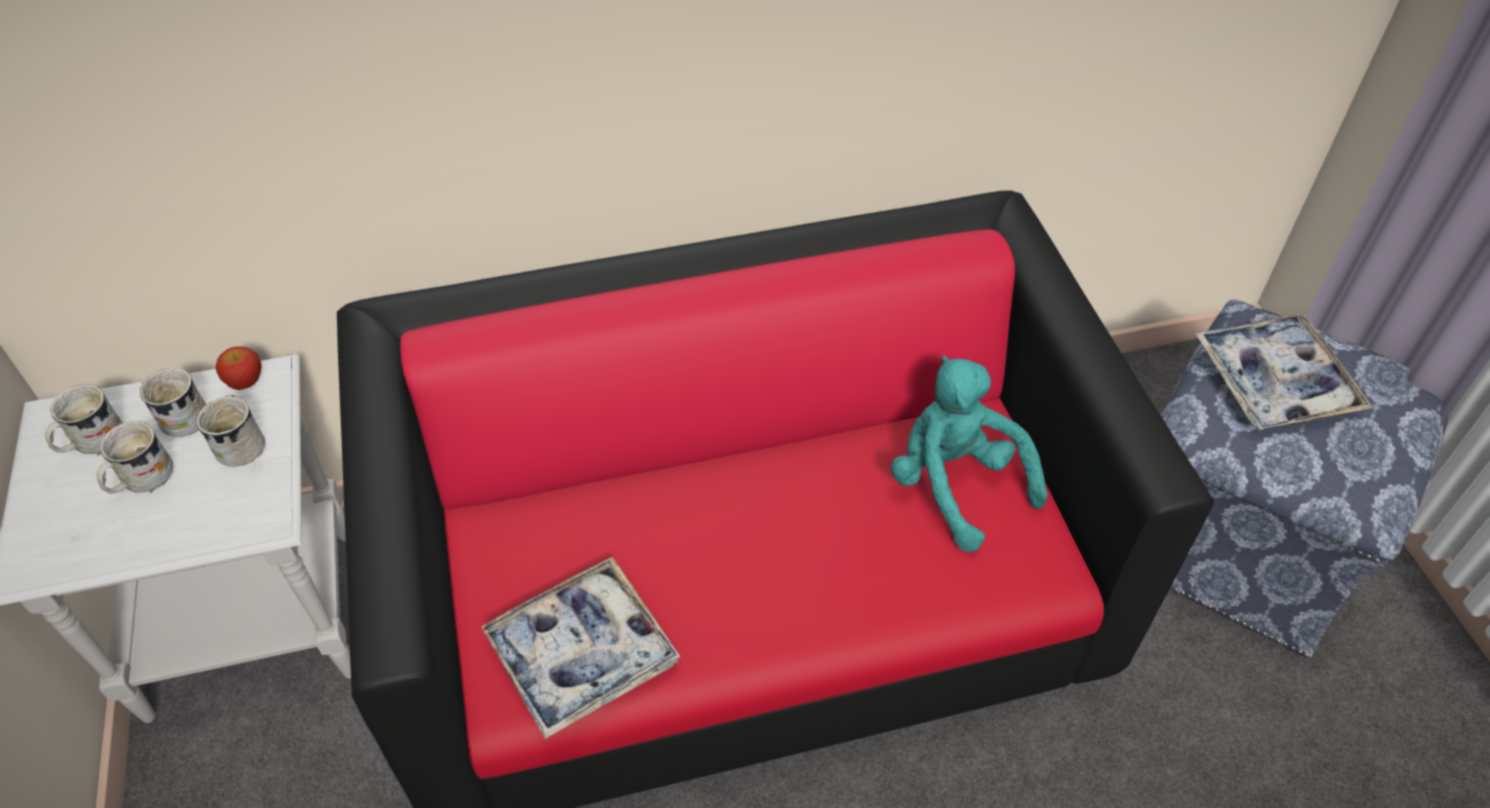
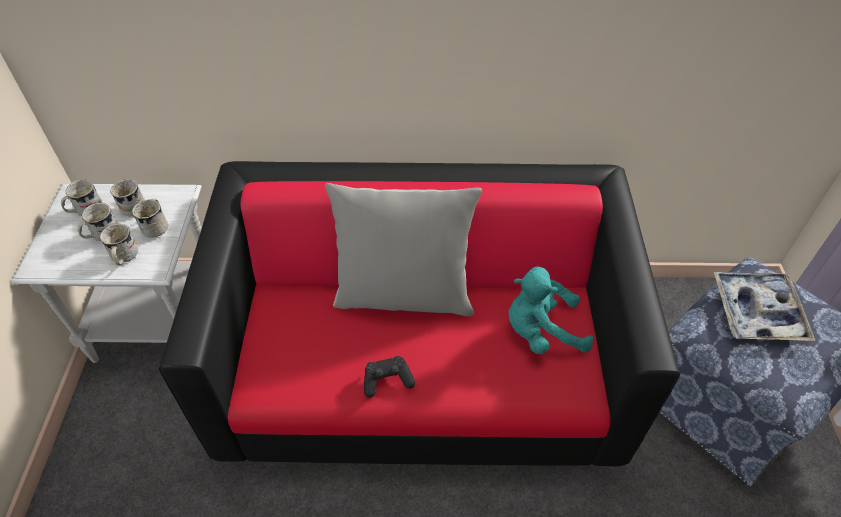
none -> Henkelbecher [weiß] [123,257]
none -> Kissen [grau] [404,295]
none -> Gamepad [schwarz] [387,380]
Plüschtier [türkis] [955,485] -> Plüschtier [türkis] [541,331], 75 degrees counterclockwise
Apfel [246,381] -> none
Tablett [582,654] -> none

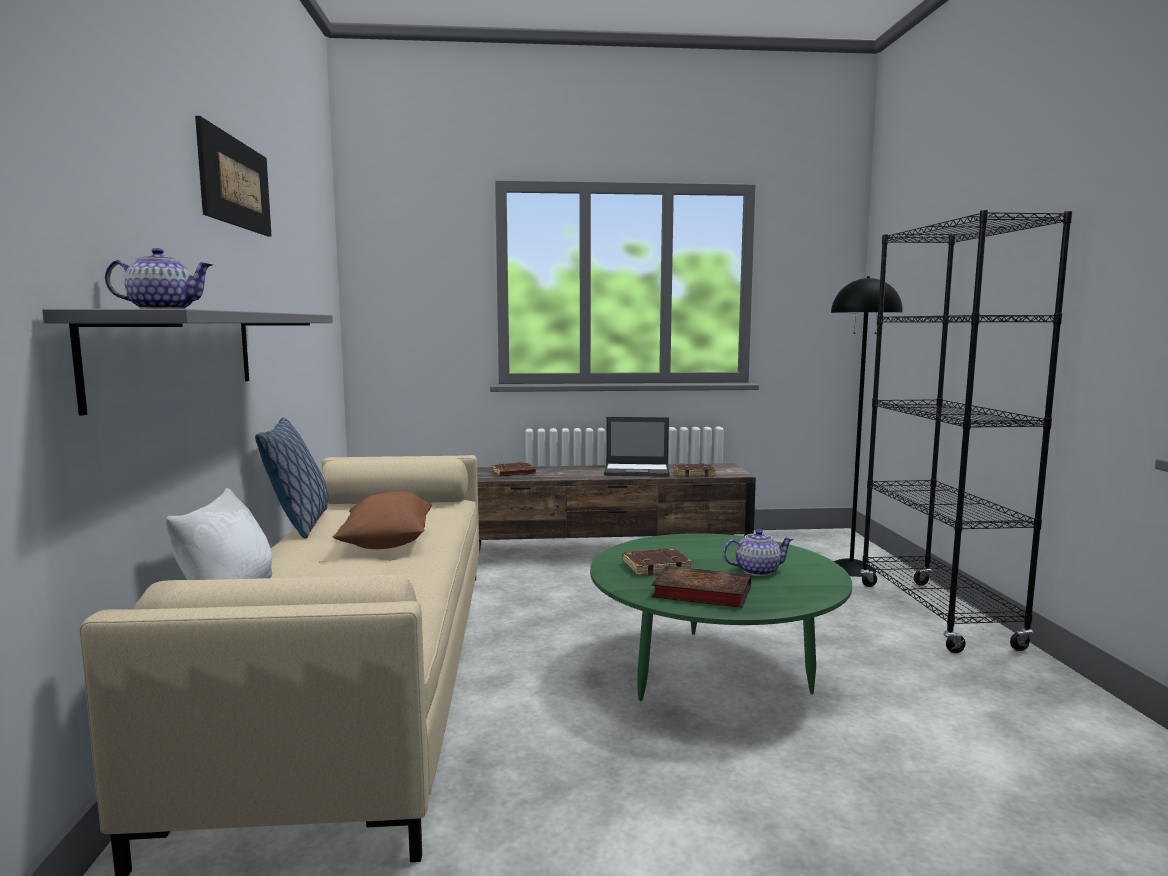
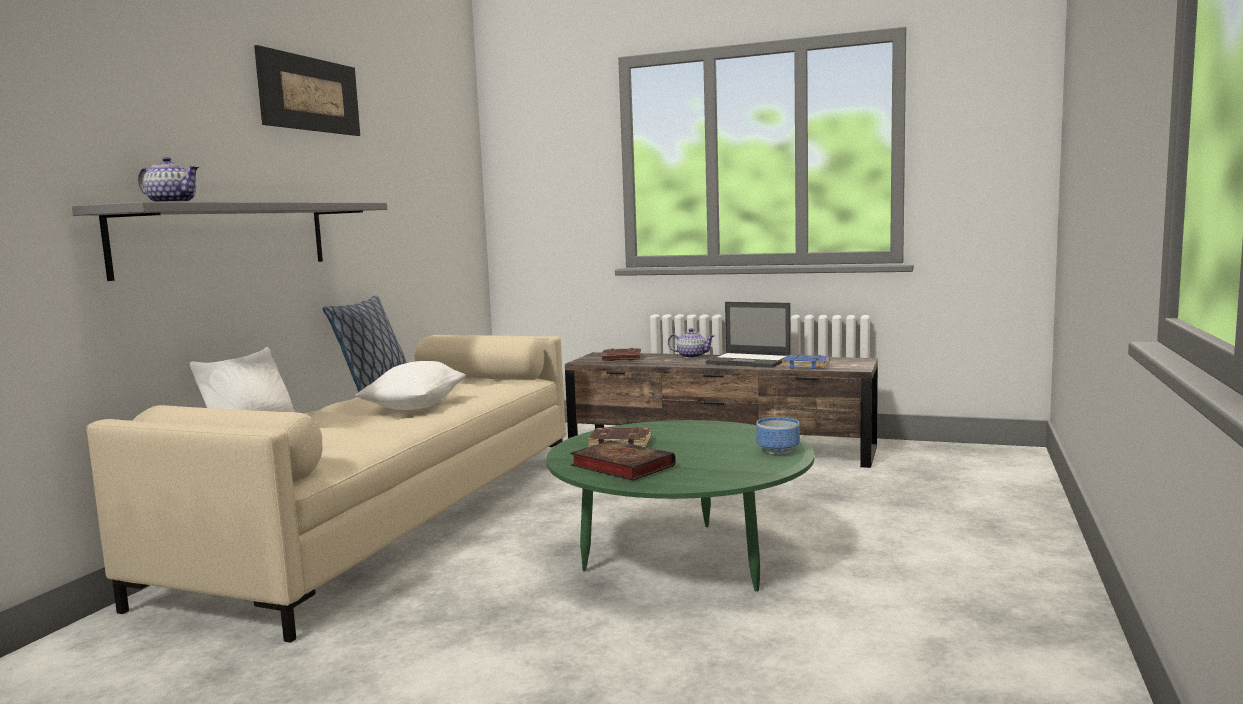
Kissen [braun] [386,544] -> Kissen [weiß] [414,407]
Teekanne [756,571] -> Teekanne [691,356], relocated
none -> Schüssel [779,450]
Buch [braun] [694,473] -> Buch [blau] [806,366]
Stehlampe [schwarz] [851,568] -> none
Bücherregal [schwarz] [936,615] -> none

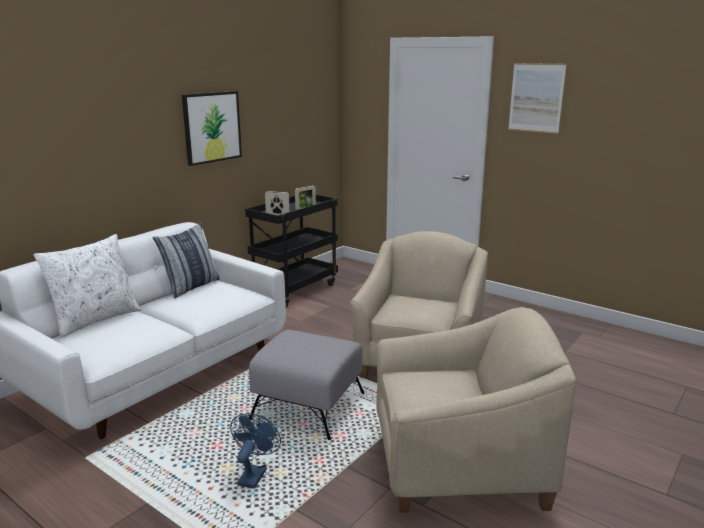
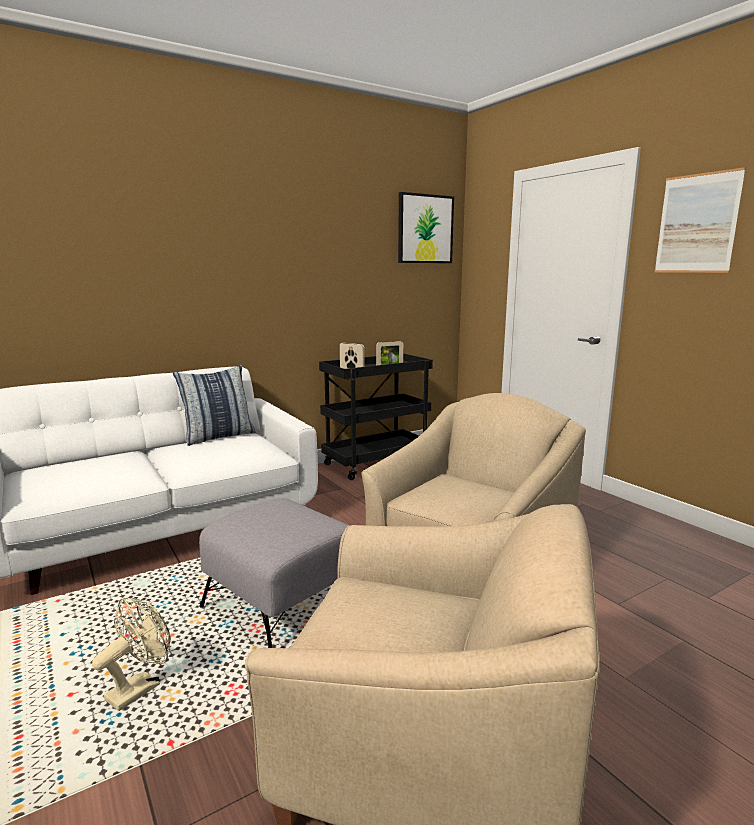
Ventilator [blau] [254,474] -> Ventilator [beige] [140,687]
Bild [212,127] -> Bild [425,229], relocated
Kissen [weiß] [95,320] -> none

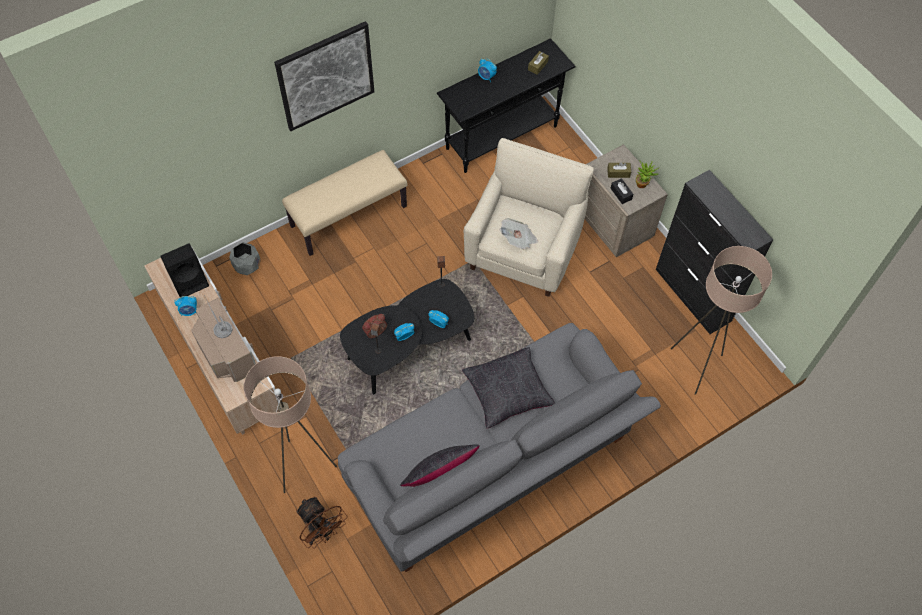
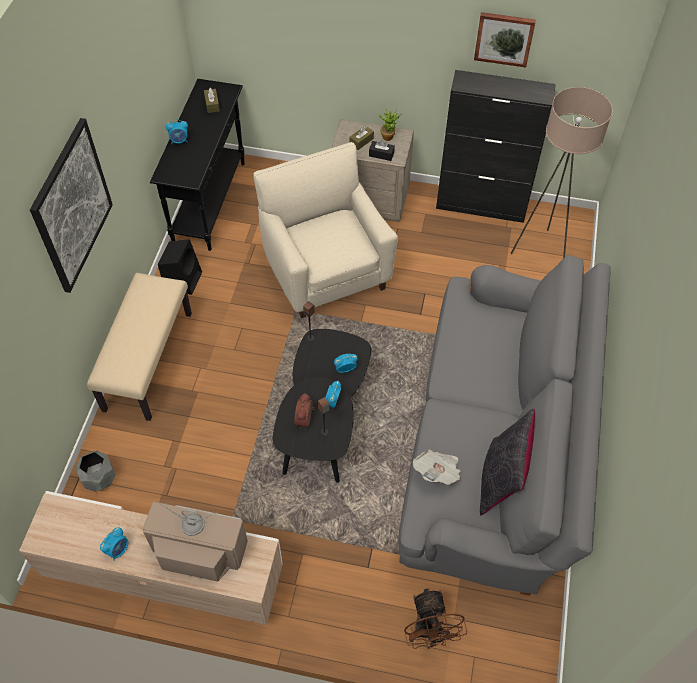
Lautsprecher [schwarz] [190,280] -> Lautsprecher [schwarz] [183,279], relocated
Ventilator [braun] [322,532] -> Ventilator [braun] [428,633], 75 degrees clockwise
Zeitung [518,239] -> Zeitung [437,472], relocated
none -> Bild [504,38]
Stehlampe [beige] [303,466] -> none
Kissen [schwarz] [507,392] -> none

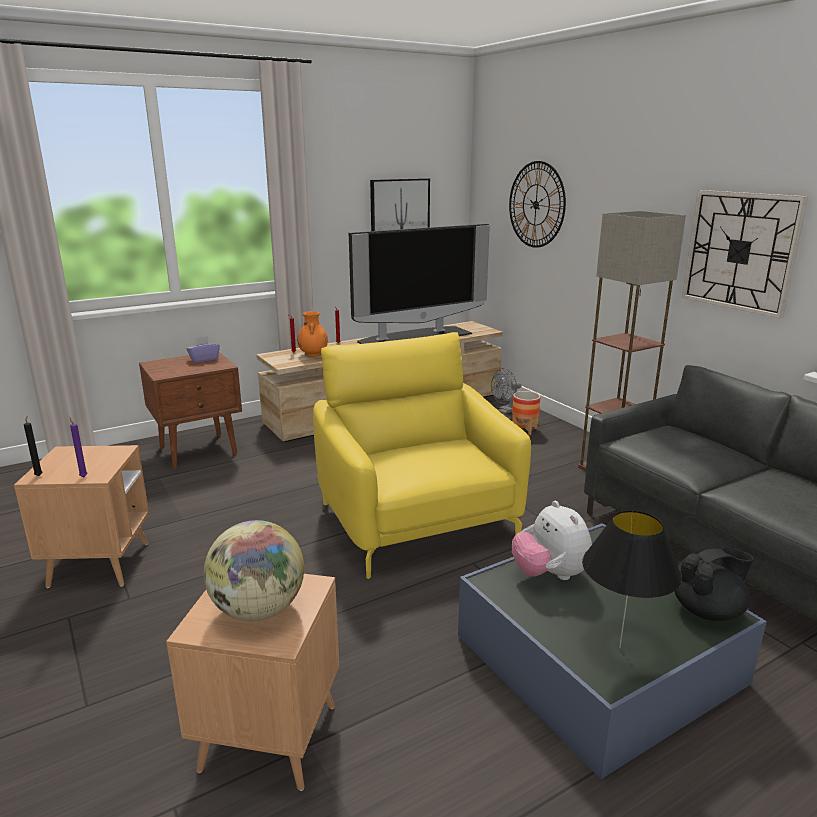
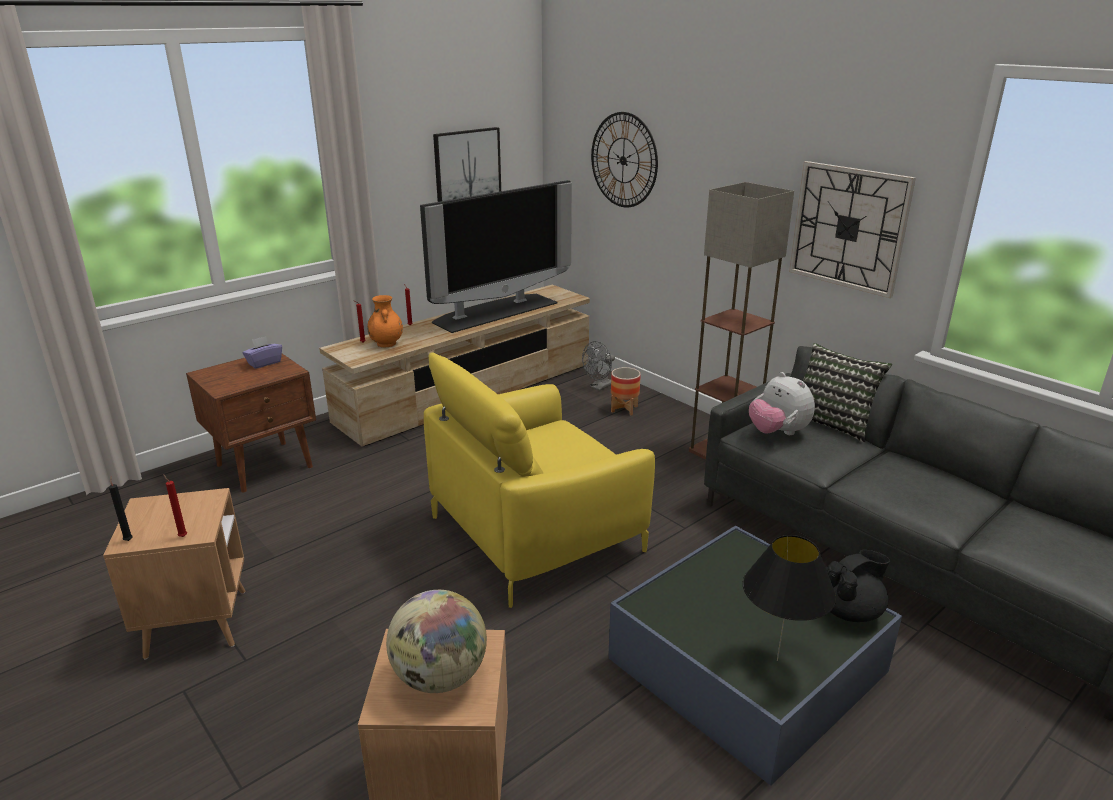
Kerze [lila] [83,476] -> Kerze [rot] [182,536]
Sessel [gelb] [417,522] -> Sessel [gelb] [536,533], 90 degrees counterclockwise
Plüschtier [549,574] -> Plüschtier [778,432], relocated
none -> Kissen [832,422]

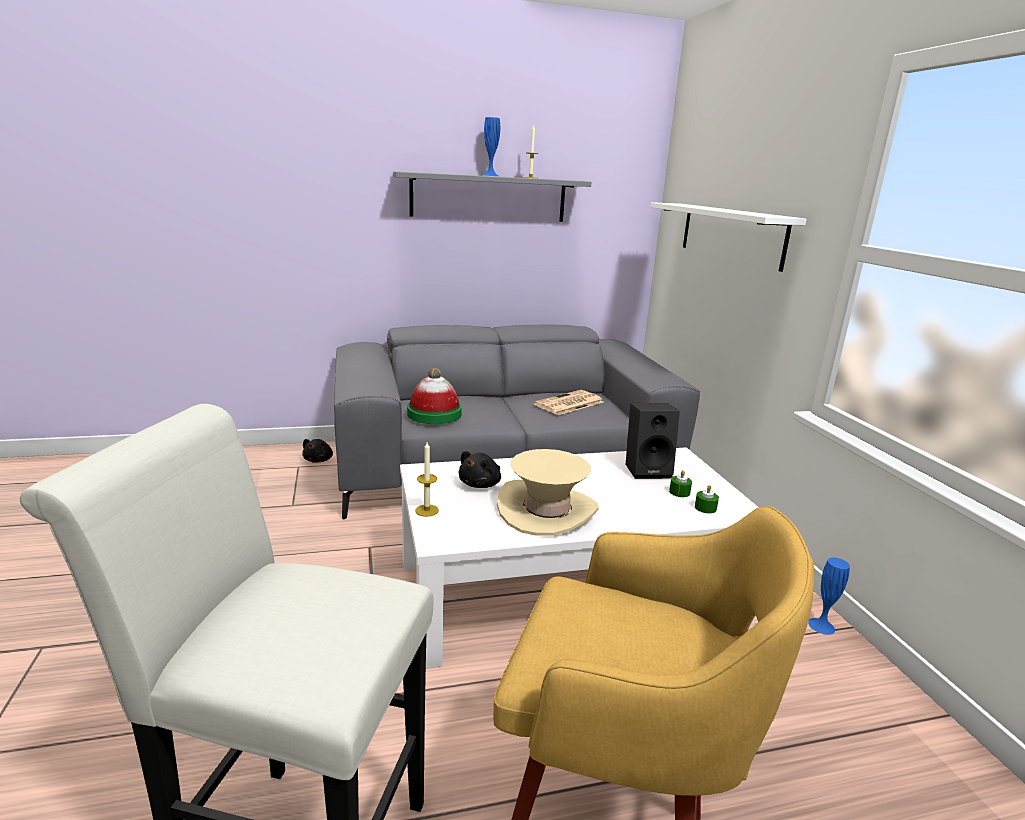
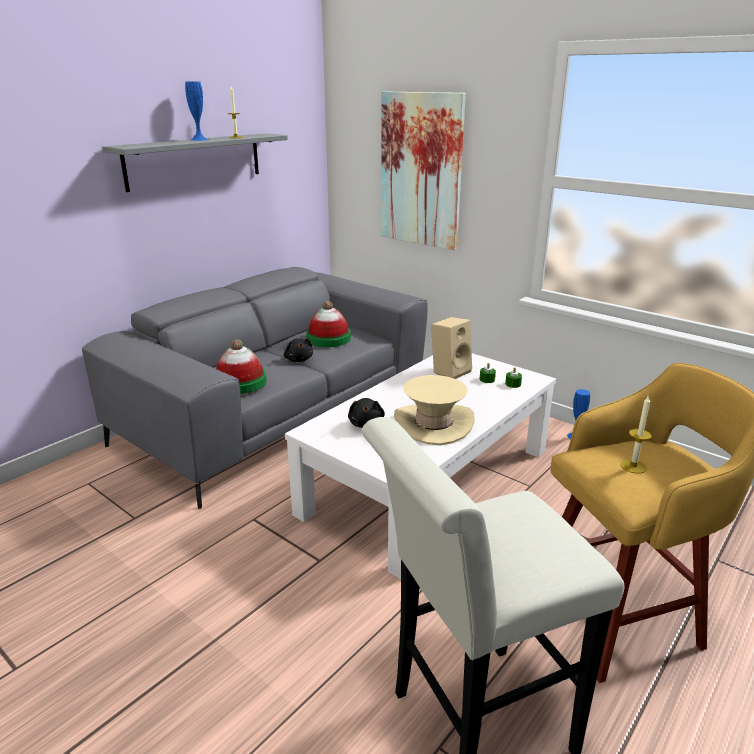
Plüschtier [schwarz] [319,460] -> Plüschtier [schwarz] [298,359], relocated
Zeitung [568,403] -> Hut [328,338]
Wandregal [weiß] [731,234] -> Bild [421,170]
Lautsprecher [schwarz] [648,470] -> Lautsprecher [beige] [450,371]
Kerze [427,510] -> Kerze [633,466], relocated

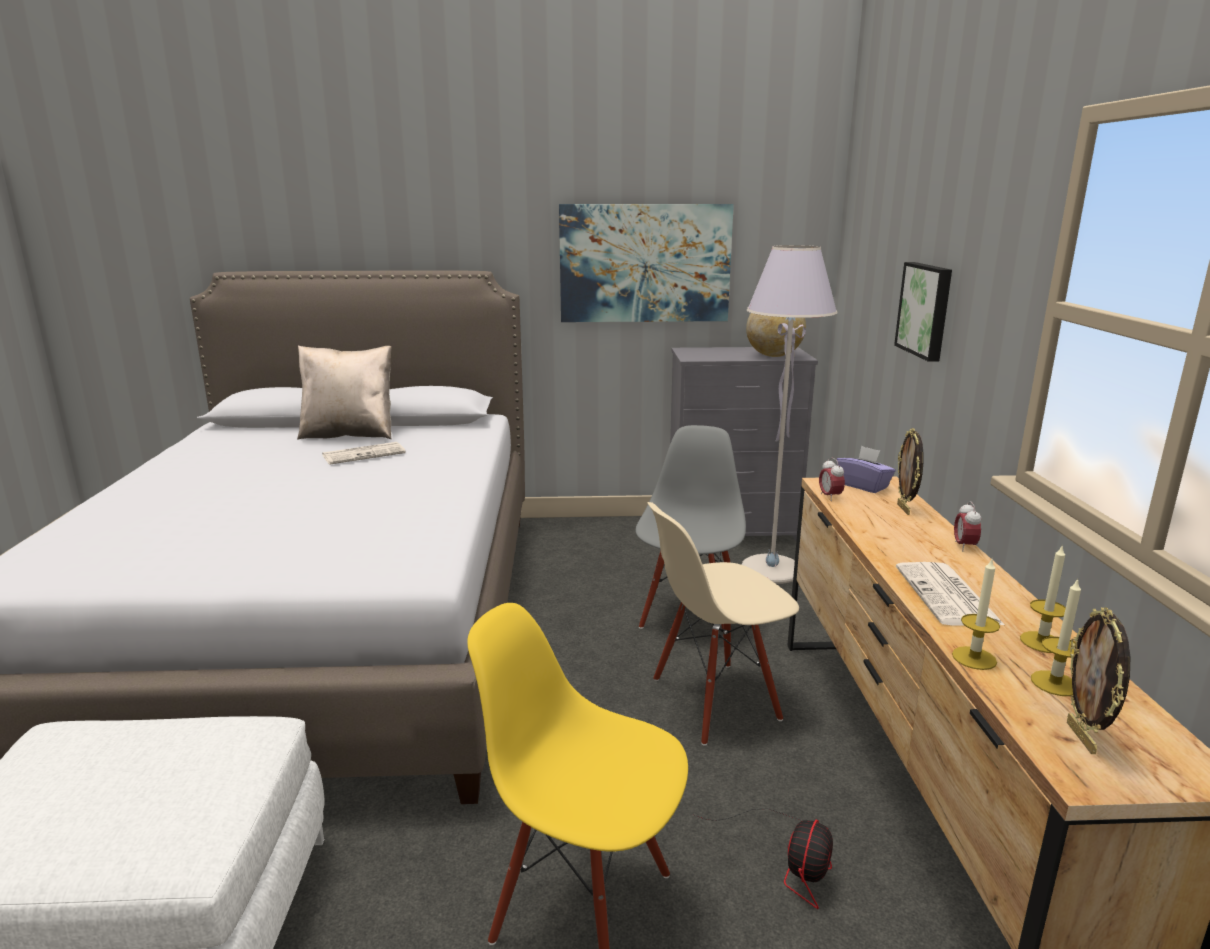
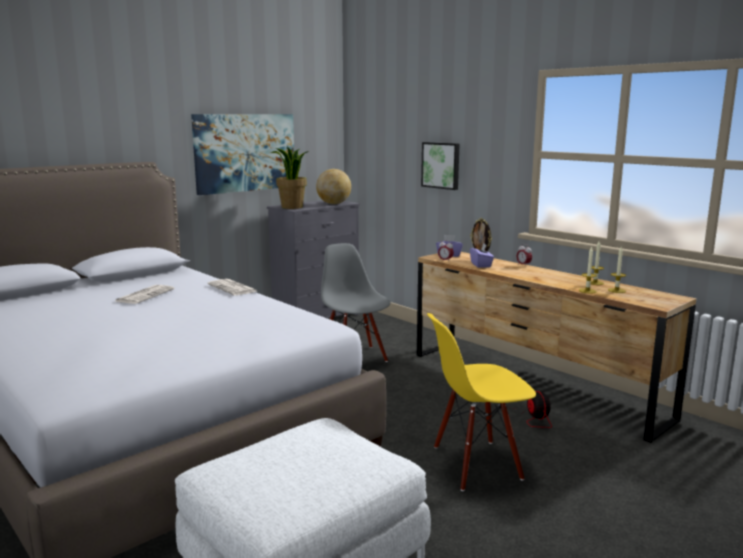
Zeitung [948,596] -> Zeitung [233,288], relocated
none -> Topfpflanze [292,207]
none -> Taschentuchbox [lila] [481,265]
Kissen [beige] [349,434] -> none
Stuhl [beige] [715,701] -> none
Stehlampe [grau] [771,570] -> none
Bilderrahmen [1083,738] -> none

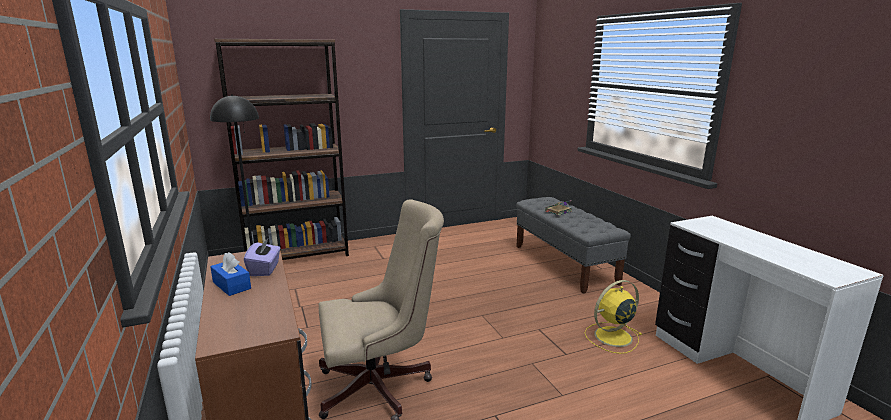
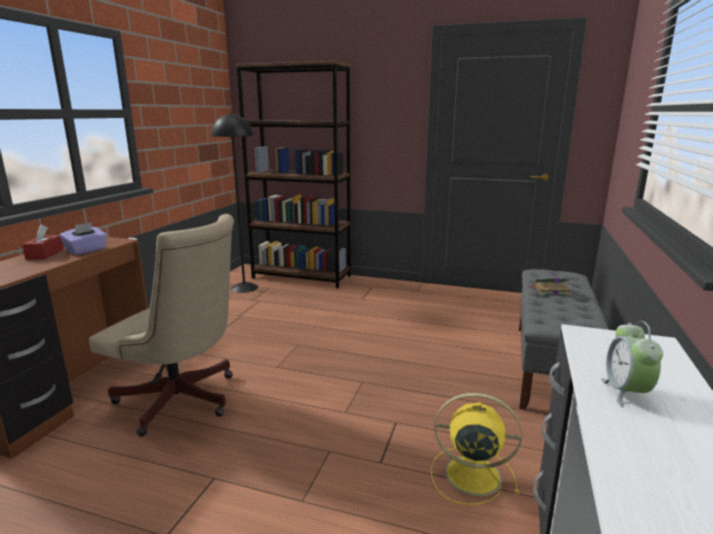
Taschentuchbox [blau] [231,285] -> Taschentuchbox [rot] [45,254]
none -> Wecker [625,393]

